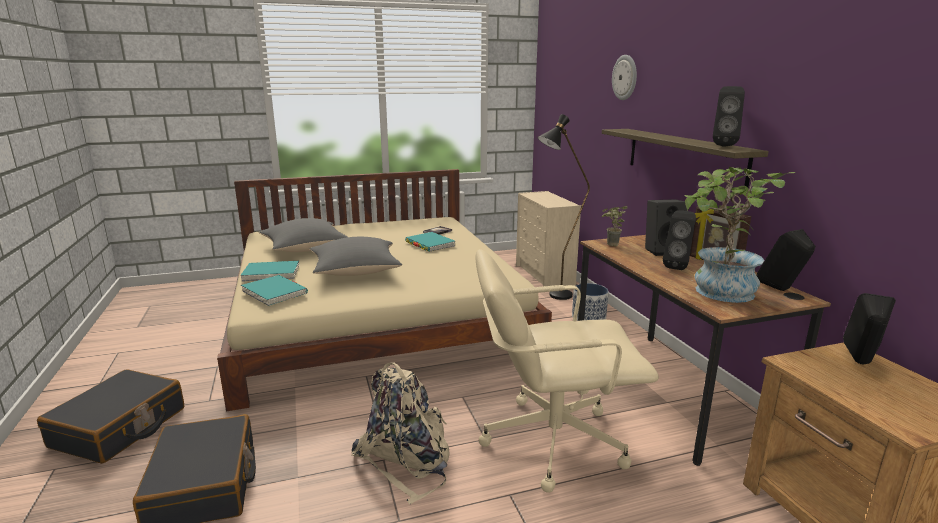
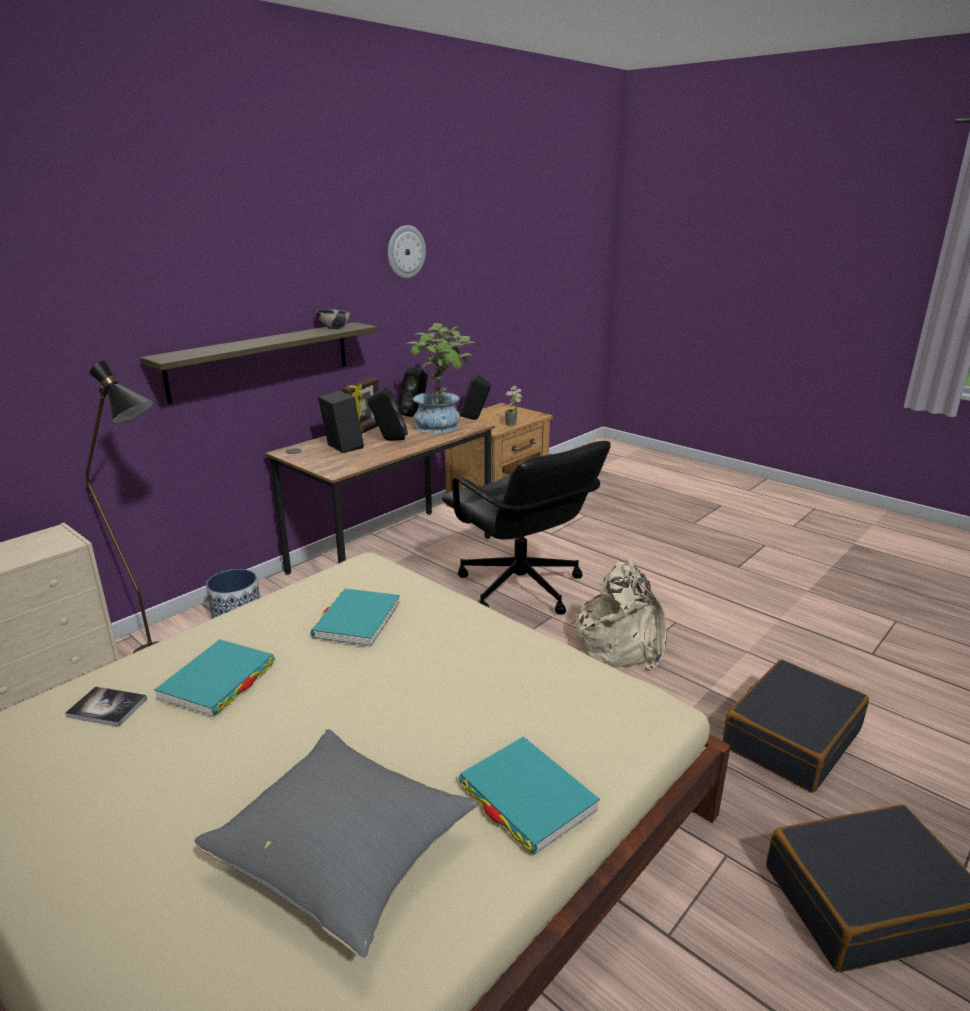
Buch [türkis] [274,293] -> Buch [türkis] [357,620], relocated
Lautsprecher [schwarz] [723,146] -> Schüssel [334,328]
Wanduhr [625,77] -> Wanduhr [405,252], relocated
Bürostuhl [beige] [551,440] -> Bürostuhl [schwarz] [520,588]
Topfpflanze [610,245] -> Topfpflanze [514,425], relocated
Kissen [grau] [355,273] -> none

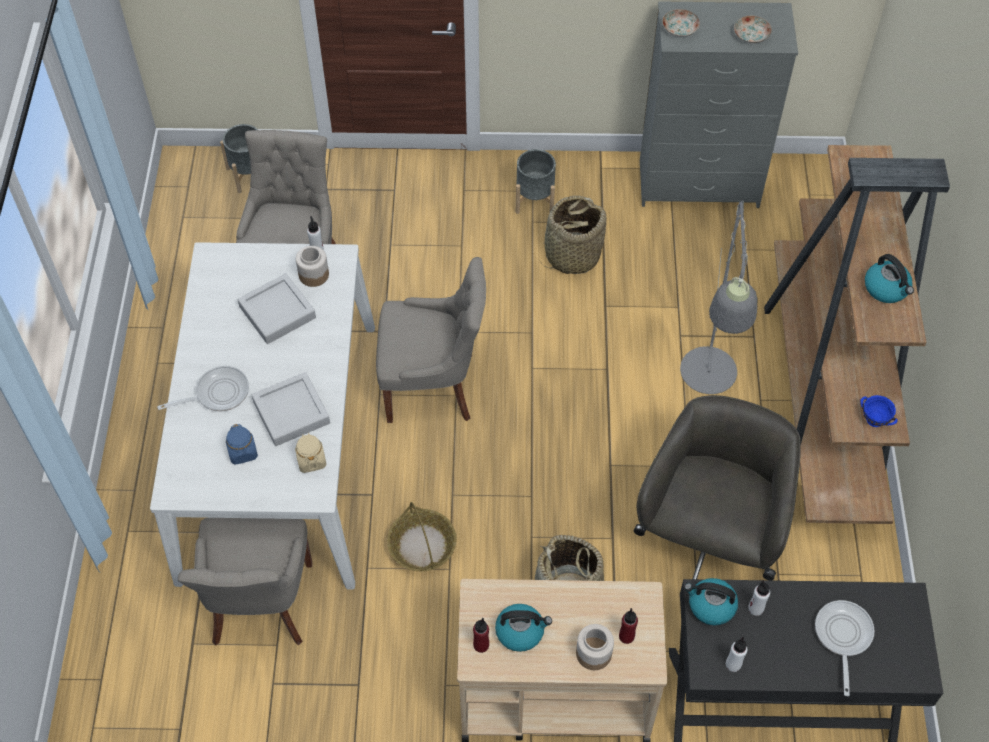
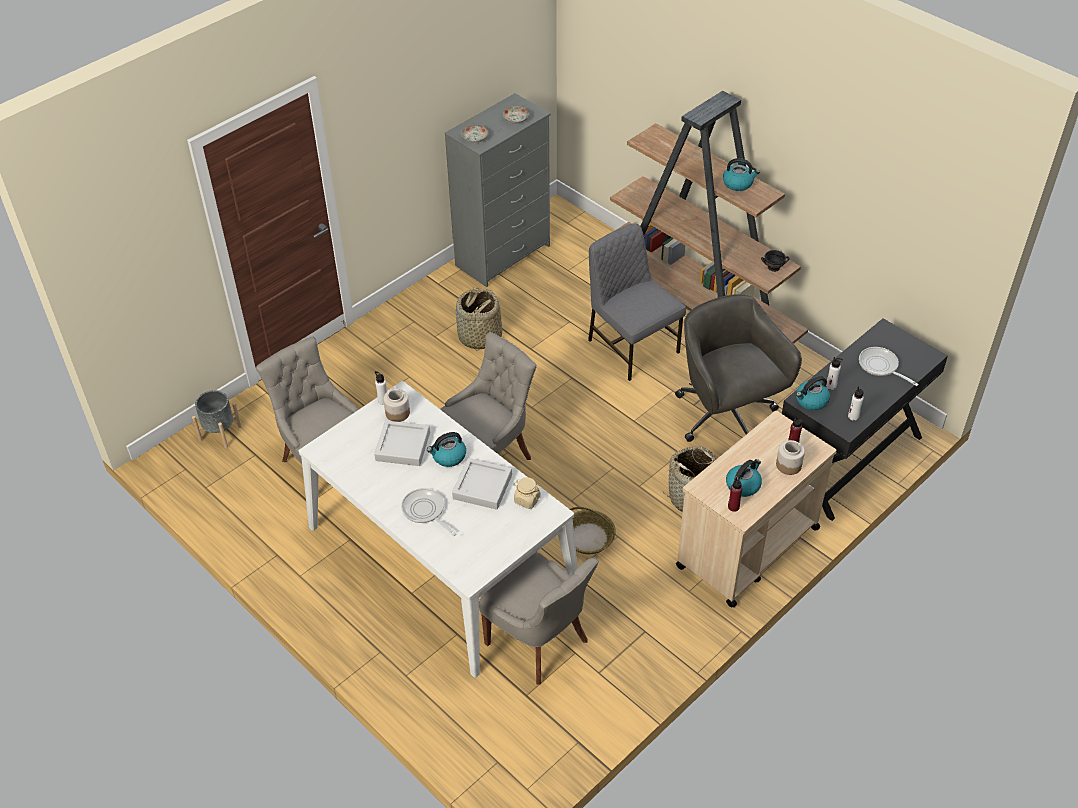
Pfanne [218,393] -> Pfanne [425,511], 60 degrees counterclockwise
none -> Wasserkessel [448,456]
Stehlampe [grau] [707,383] -> Stuhl [grau] [631,346]
Schüssel [blau] [875,420] -> Schüssel [schwarz] [774,268]
Vorratsglas [blau] [243,452] -> none
Pflanzkübel [grau] [534,199] -> none

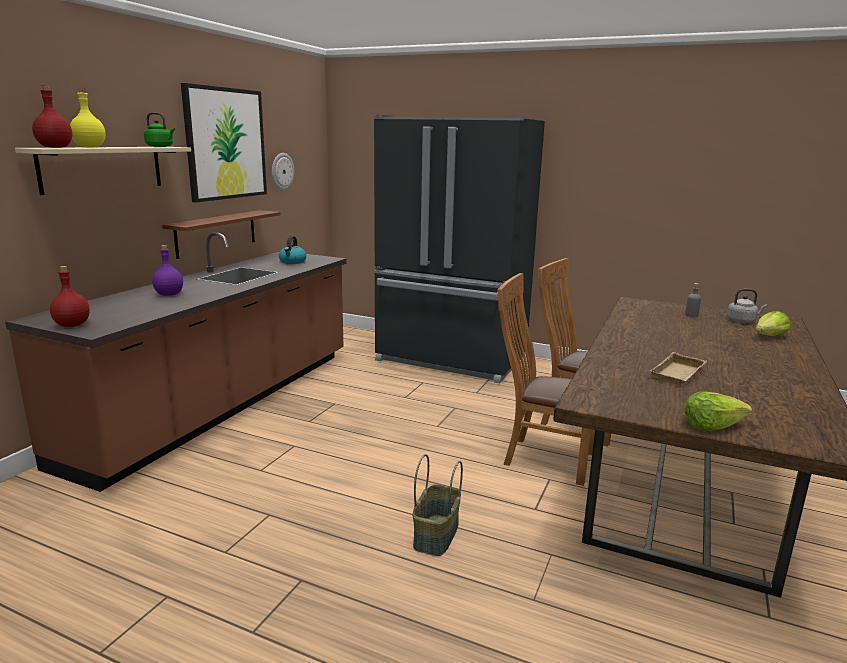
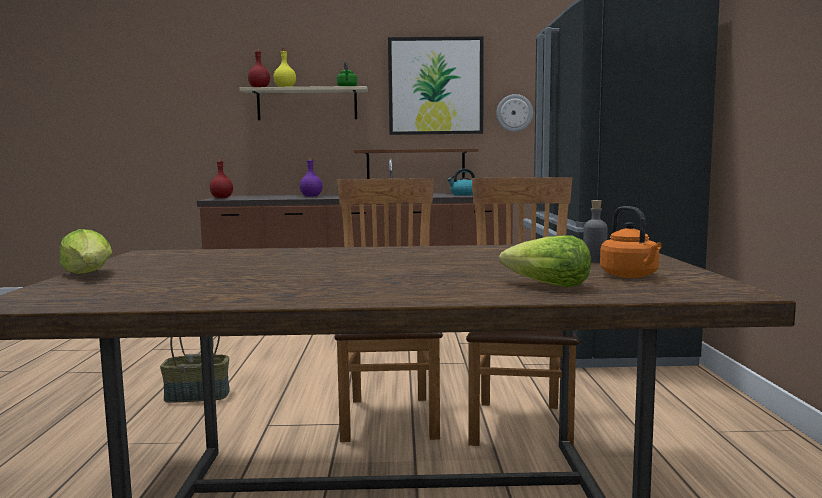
Wasserkessel [grau] [742,321] -> Wasserkessel [orange] [631,276]
Tablett [beige] [679,375] -> none

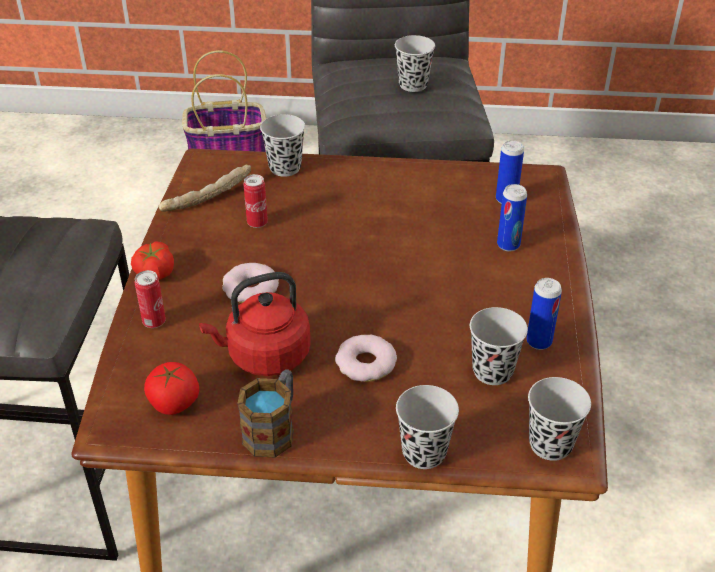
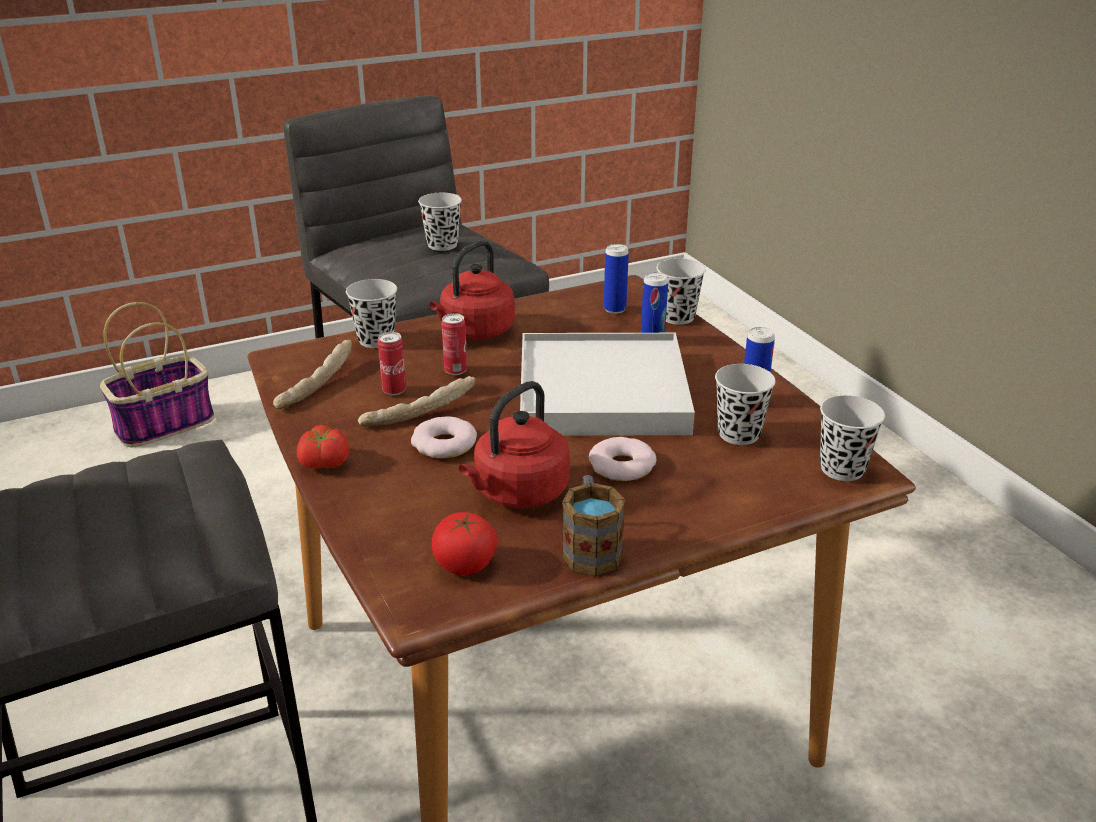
none -> Brot [418,412]
none -> Wasserkessel [rot] [475,331]
Dose [154,322] -> Dose [455,371], relocated
none -> Tablett [weiß] [601,392]
Tasse [schwarz] [424,452] -> Tasse [schwarz] [677,317], relocated

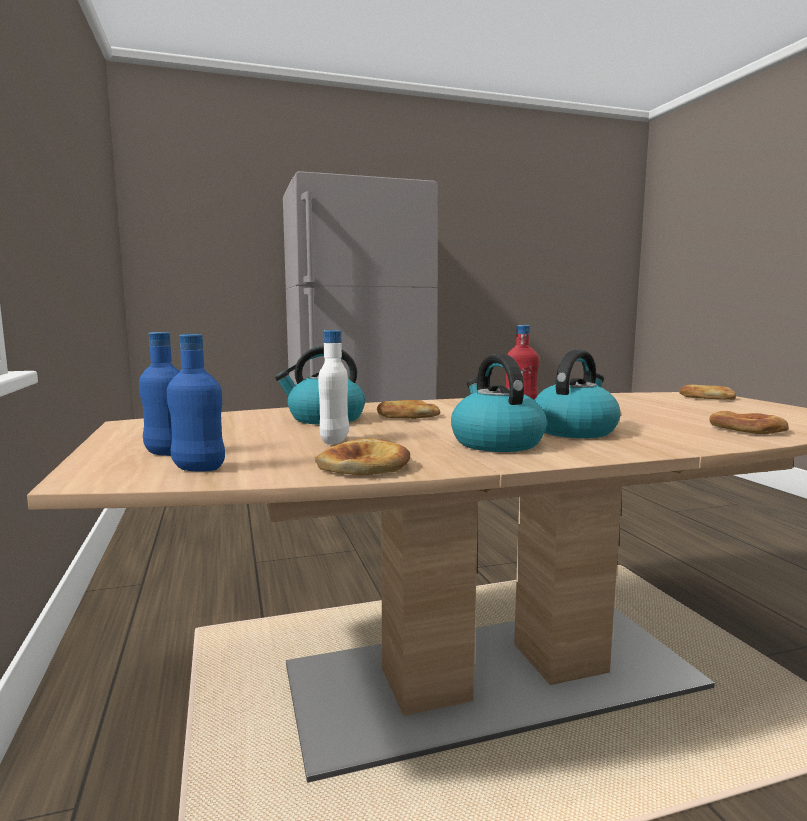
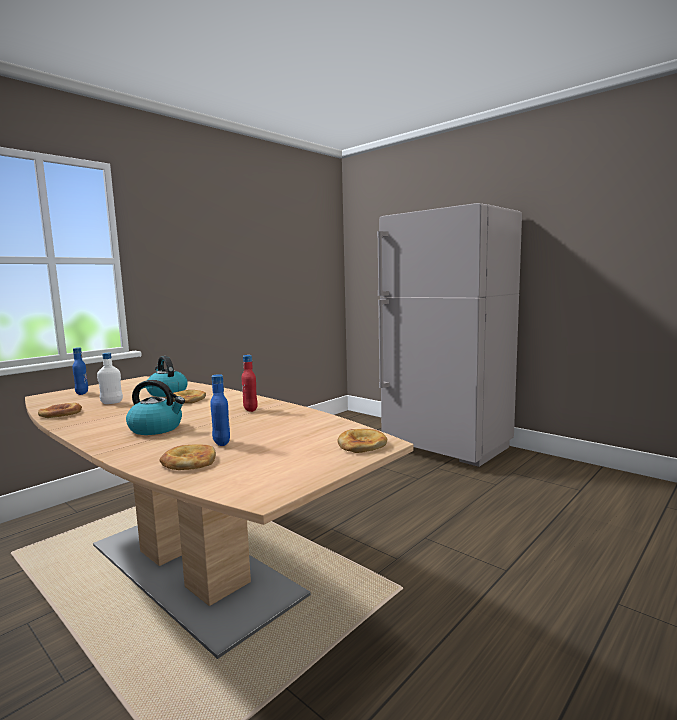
Flasche [blau] [198,468] -> Flasche [blau] [221,443], relocated
Wasserkessel [495,443] -> none

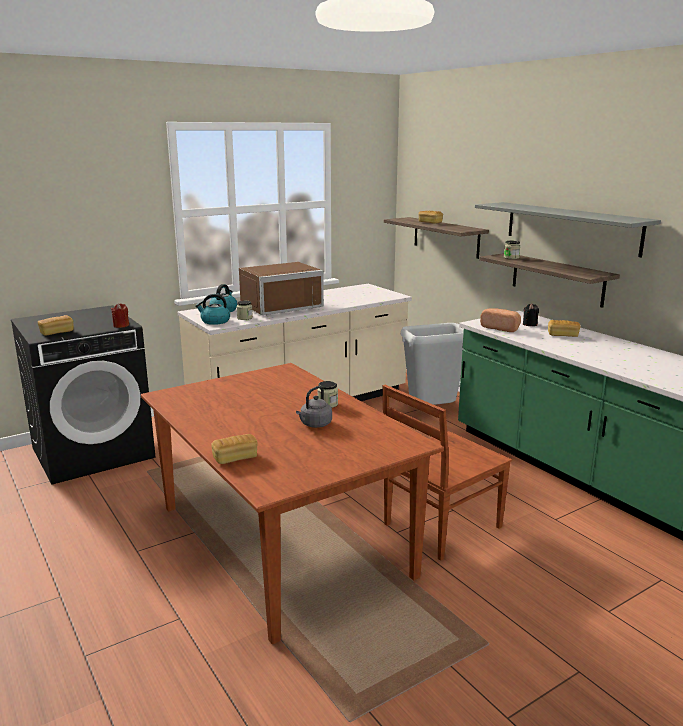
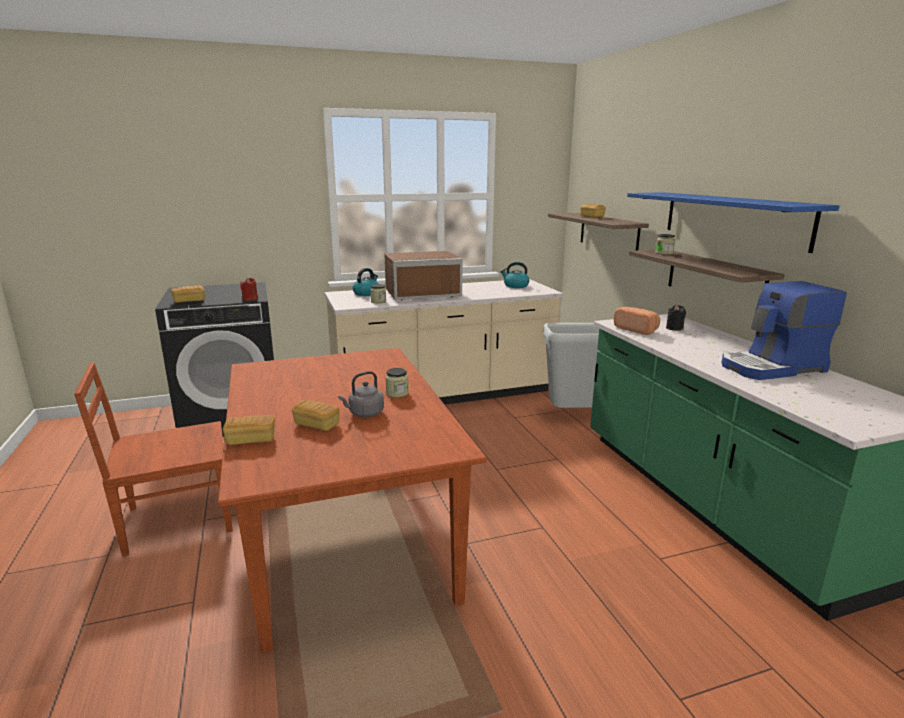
Stuhl [braun] [440,526] -> Stuhl [braun] [176,520], relocated
Brot [563,335] -> Brot [317,425], relocated
Wasserkessel [215,321] -> Wasserkessel [515,286], relocated
Wandregal [grau] [571,227] -> Wandregal [blau] [733,219]
none -> Kaffeemaschine [773,368]

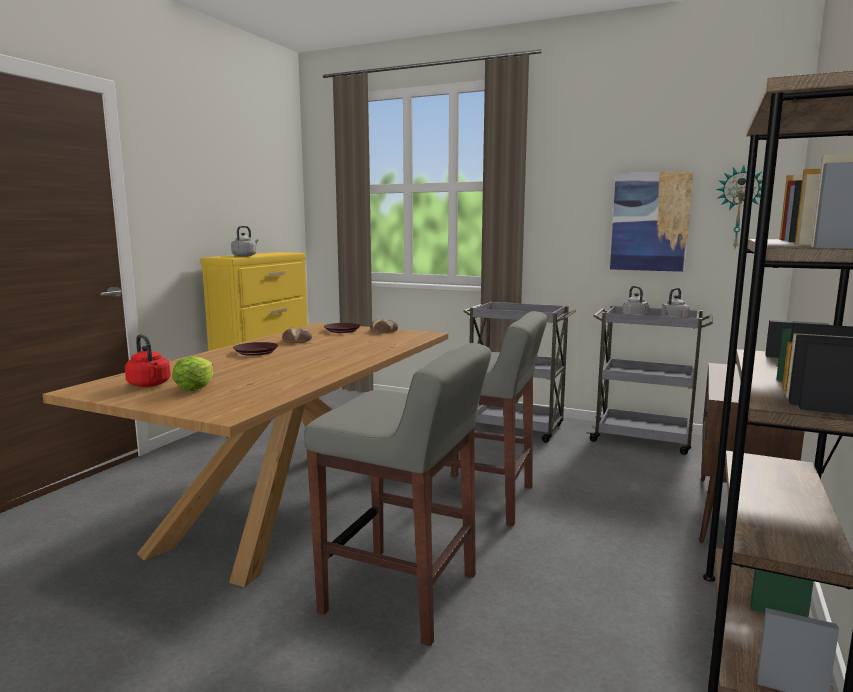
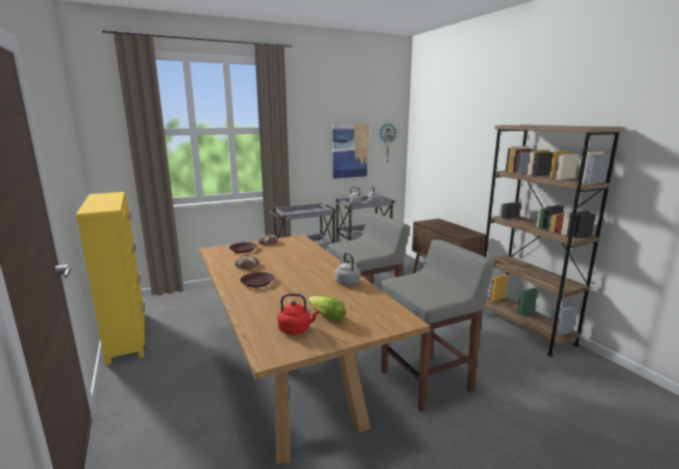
Wasserkessel [grau] [245,256] -> Wasserkessel [grau] [346,282], relocated

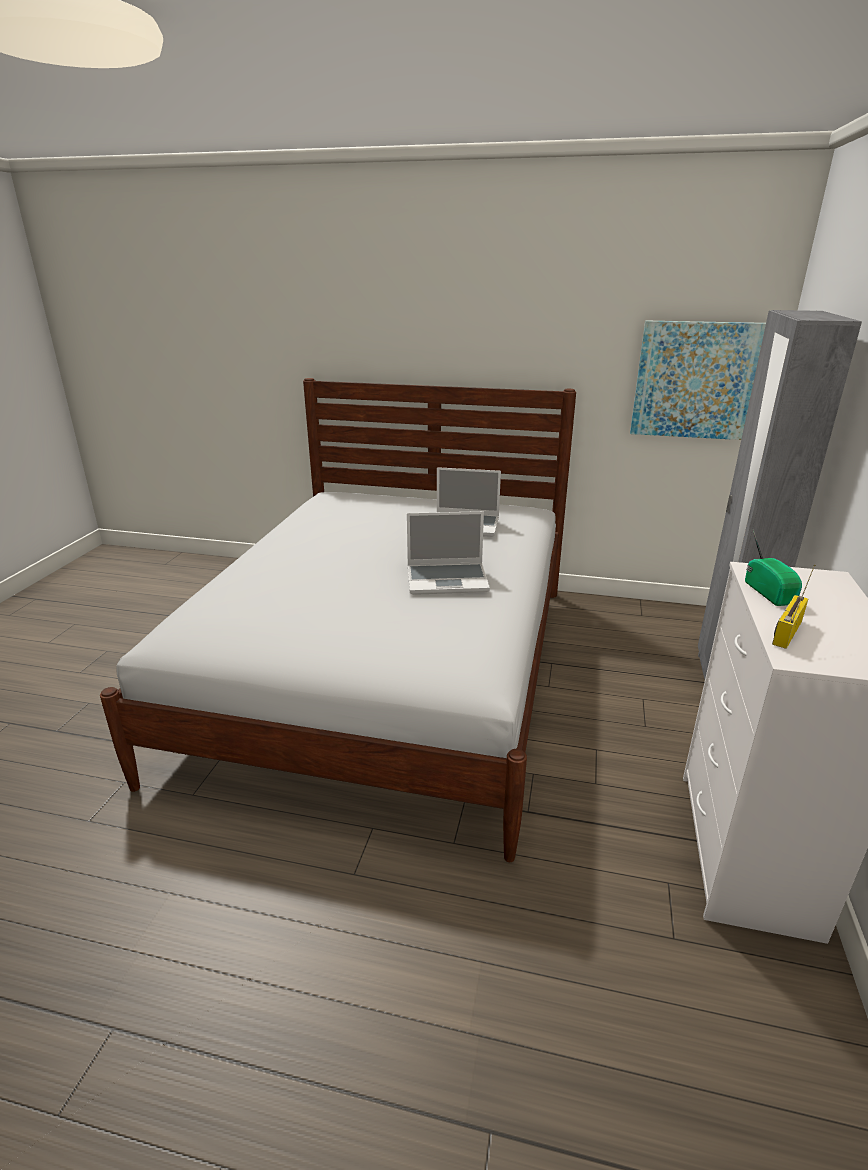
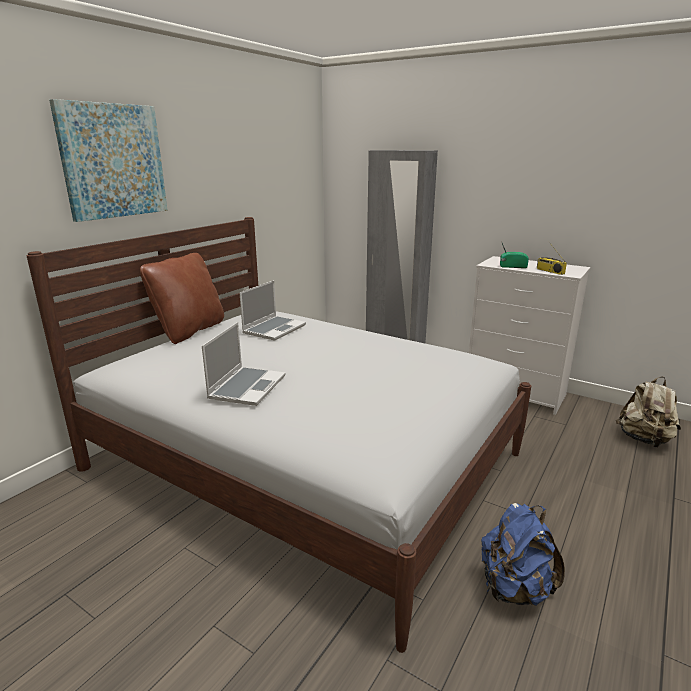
Bild [694,380] -> Bild [113,161], relocated
none -> Kissen [braun] [189,331]
Laptop [448,580] -> Laptop [247,387], relocated
none -> Rucksack [blau] [514,588]
none -> Rucksack [beige] [644,439]

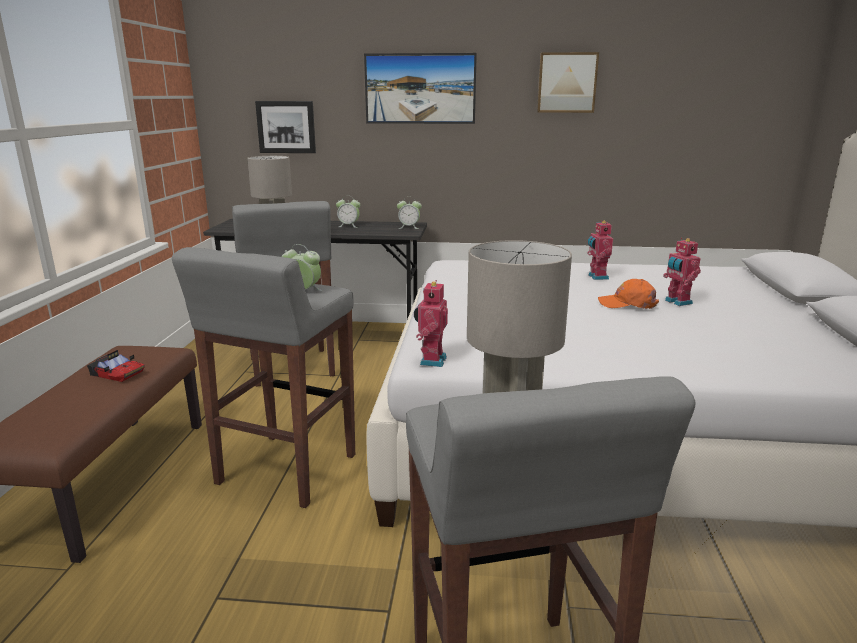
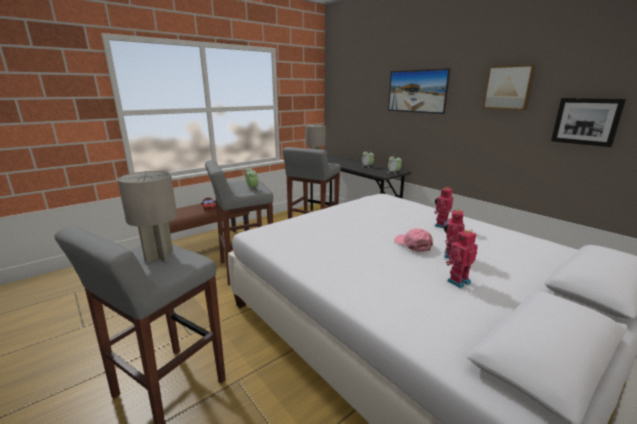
Kappe [orange] [627,303] -> Kappe [rosa] [413,244]
Spielzeugroboter [431,360] -> Spielzeugroboter [457,281], relocated
Bild [286,127] -> Bild [586,121], relocated

